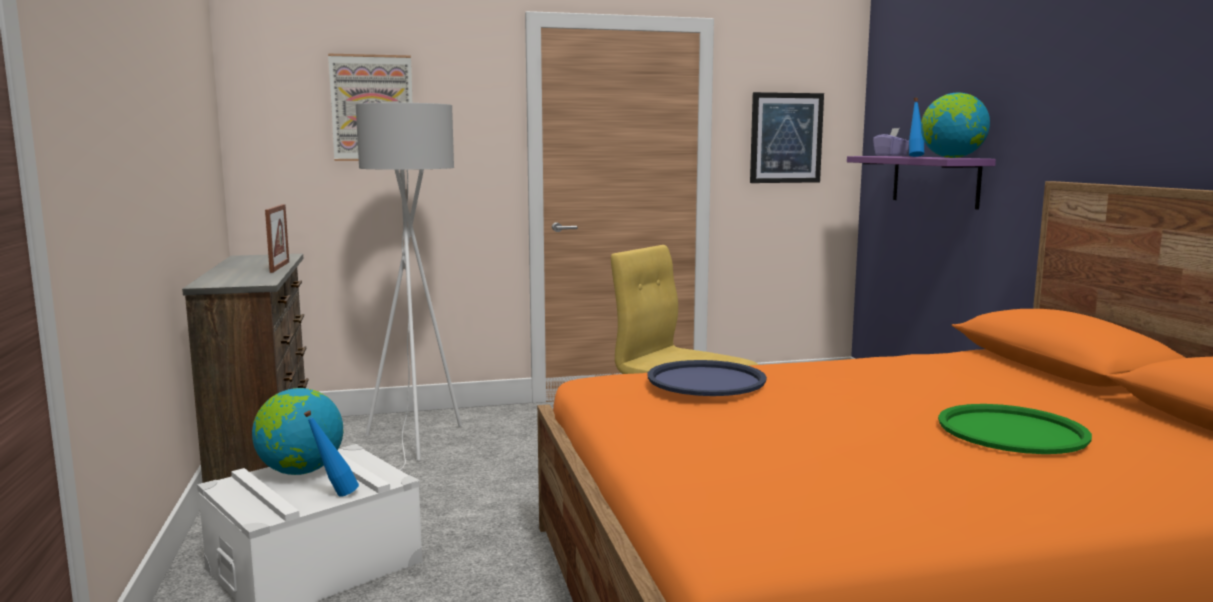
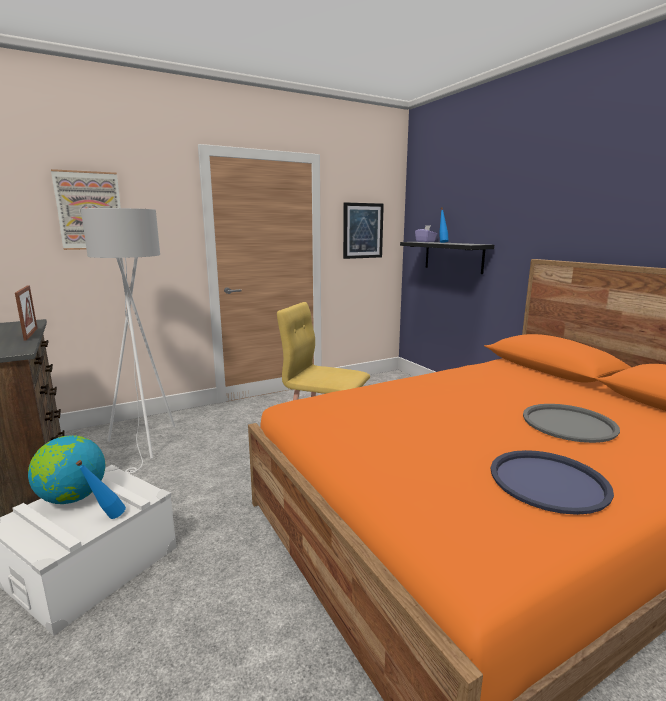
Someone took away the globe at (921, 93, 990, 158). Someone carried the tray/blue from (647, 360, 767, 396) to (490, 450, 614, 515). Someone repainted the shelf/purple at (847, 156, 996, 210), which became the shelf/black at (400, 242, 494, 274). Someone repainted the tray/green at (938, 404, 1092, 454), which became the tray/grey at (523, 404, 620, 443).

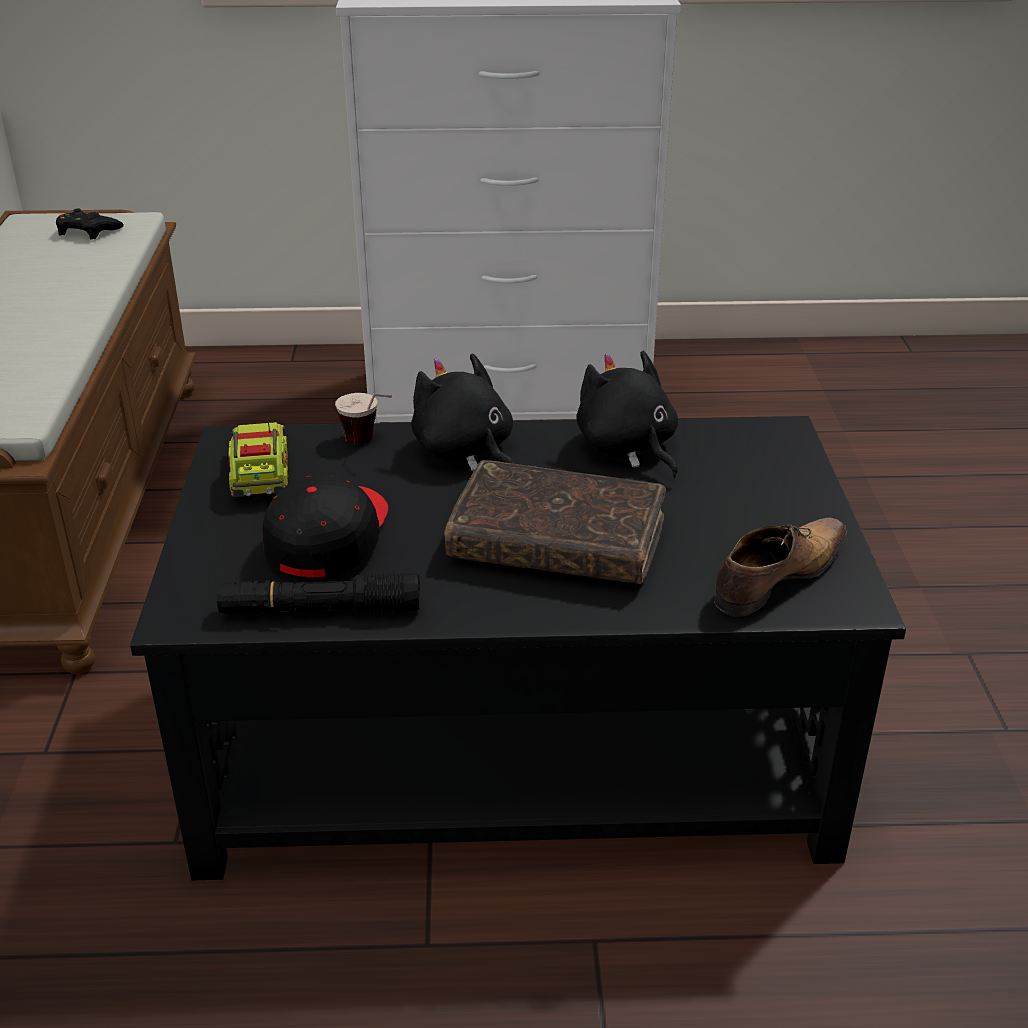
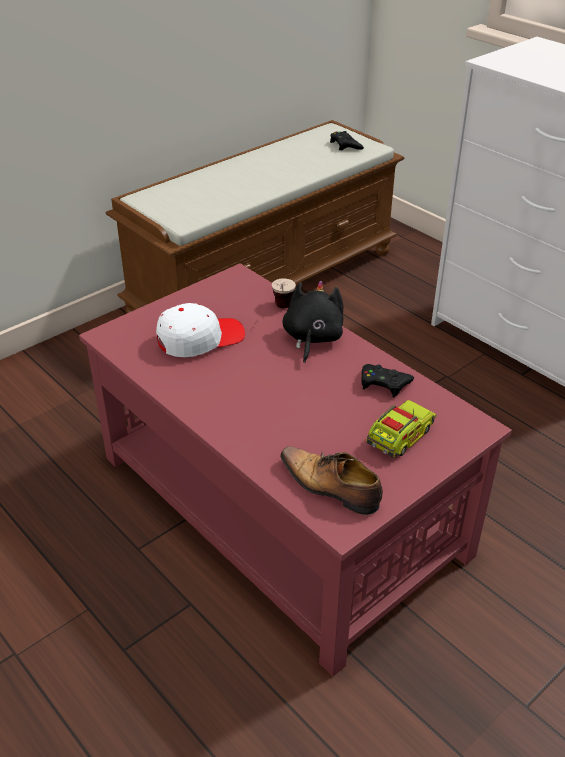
Someone took away the flashlight/black at (217, 572, 420, 617). Someone took away the book/brown at (444, 460, 666, 584). Someone carried the toy truck from (228, 419, 288, 497) to (366, 400, 436, 458). Someone swapped the plush toy/black at (576, 351, 678, 479) for the game controller/black at (362, 364, 414, 397). Someone repainted the coffee table/black at (130, 416, 906, 880), which became the coffee table/red at (79, 263, 512, 677). Someone repainted the cap/black at (262, 475, 388, 577), which became the cap/white at (156, 303, 245, 357). Someone rotated the shoe at (714, 518, 847, 617) by 150 degrees counterclockwise.

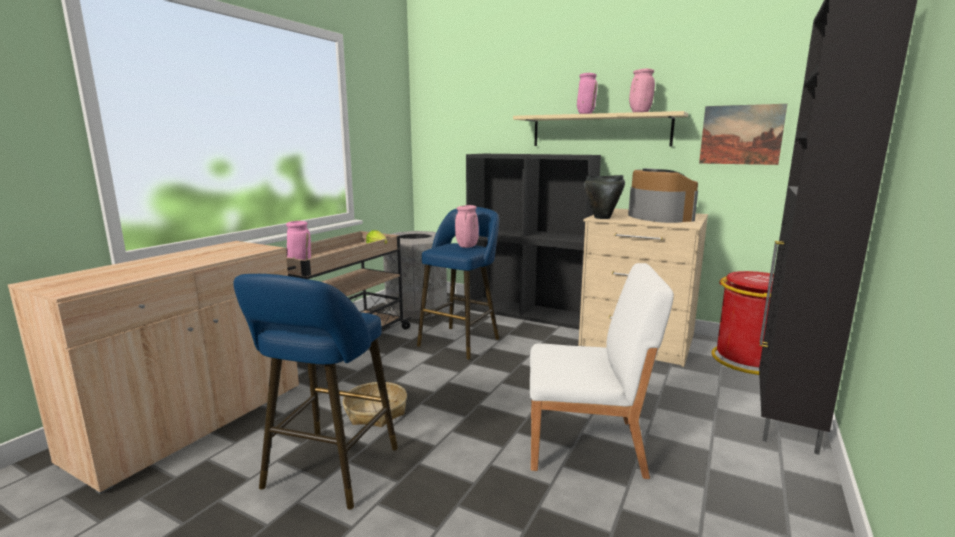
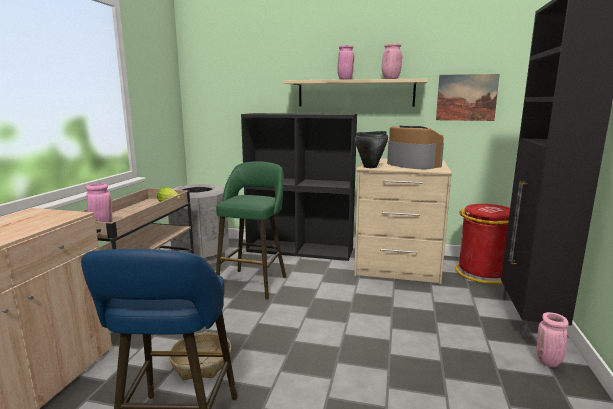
Someone took away the chair/white at (530, 263, 674, 479). Someone carried the vase/pink from (455, 205, 479, 248) to (537, 312, 569, 368). Someone repainted the stool/blue at (417, 207, 499, 360), which became the stool/green at (216, 161, 286, 299).

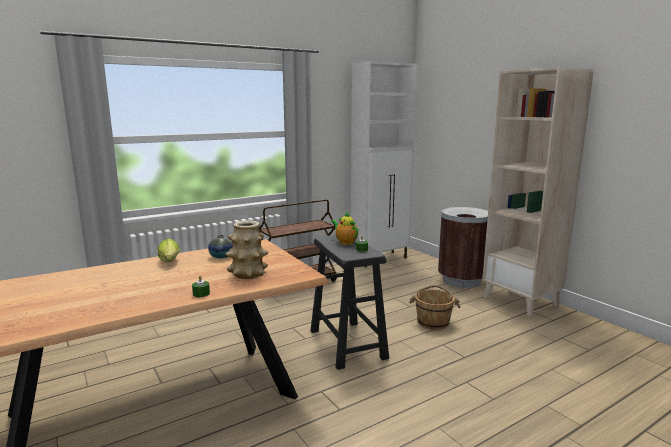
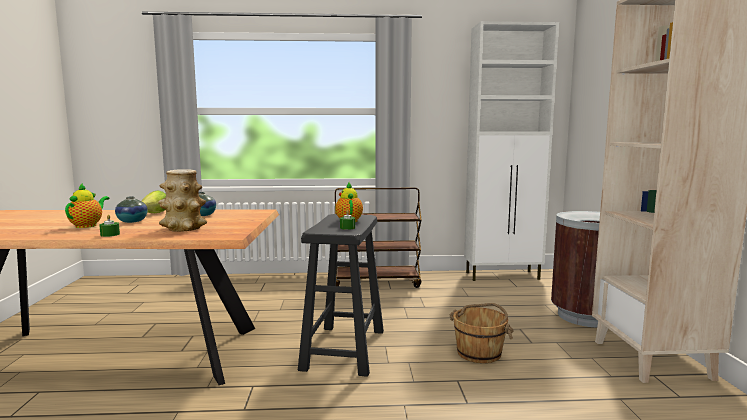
Someone put down the teapot at (65, 183, 109, 228). Someone put down the vase at (115, 196, 148, 223).

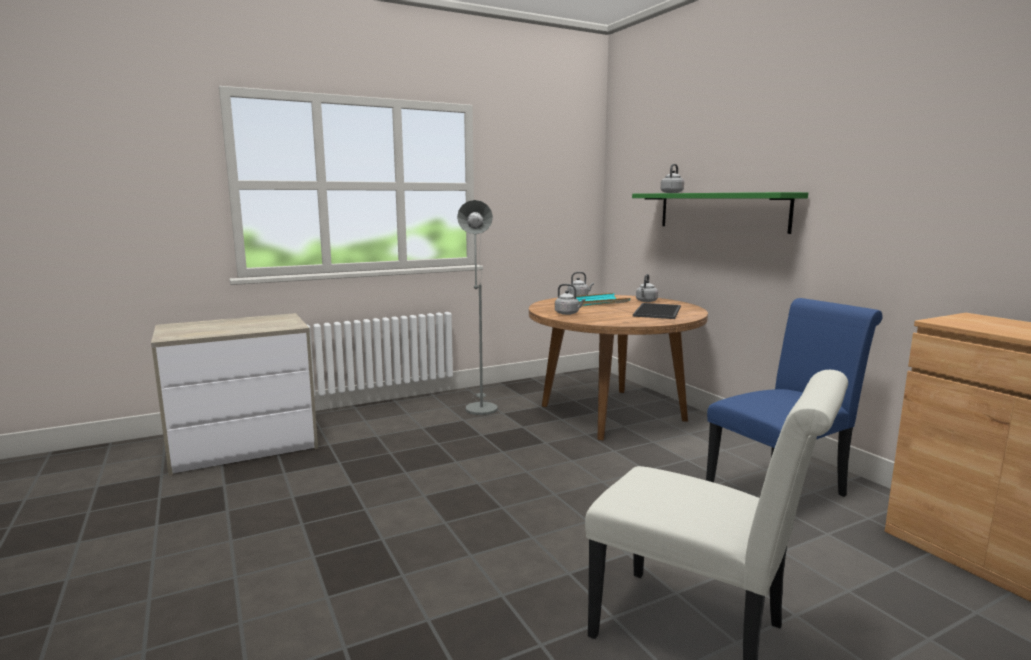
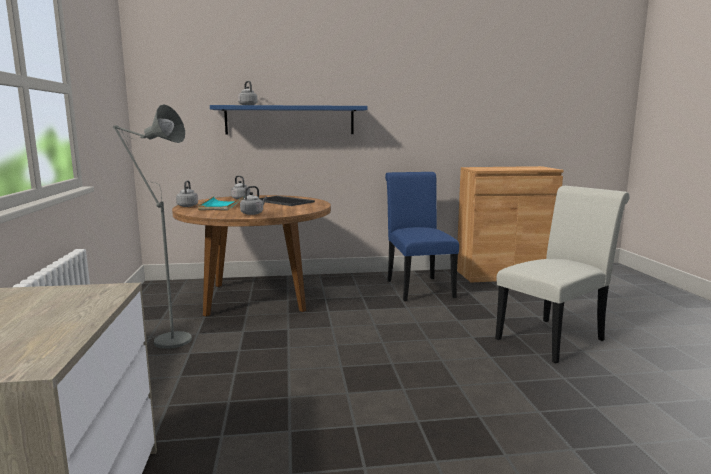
Someone repainted the shelf/green at (632, 192, 808, 234), which became the shelf/blue at (210, 105, 367, 134).

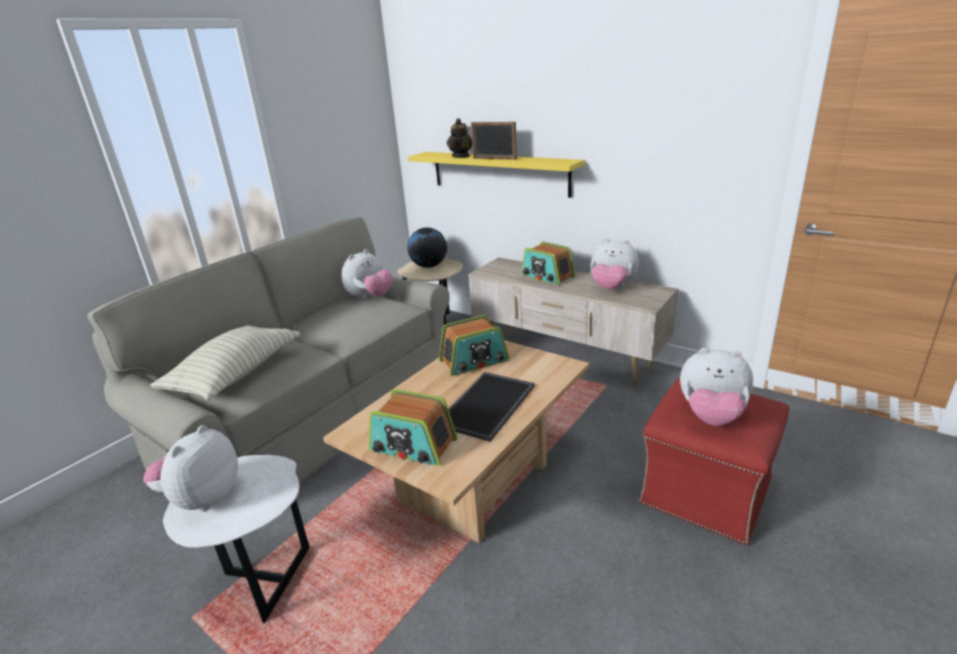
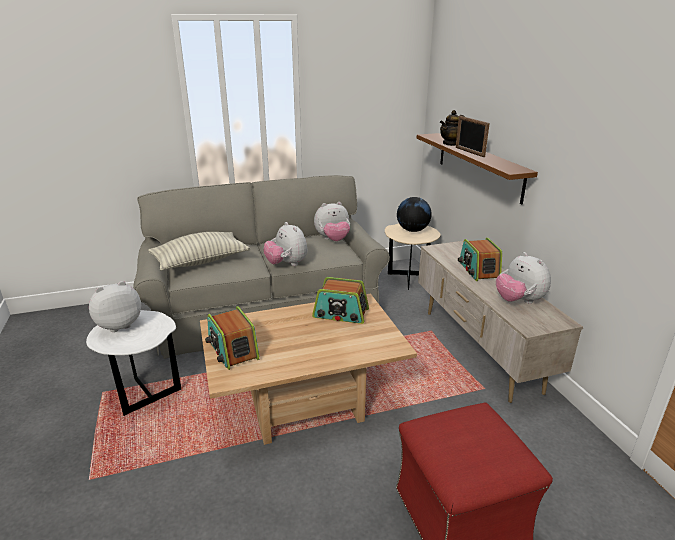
Someone took away the tray at (448, 372, 535, 442). Someone carried the plush toy from (680, 348, 753, 426) to (264, 222, 308, 266). Someone repainted the shelf/yellow at (408, 152, 585, 198), which became the shelf/brown at (417, 133, 538, 205).

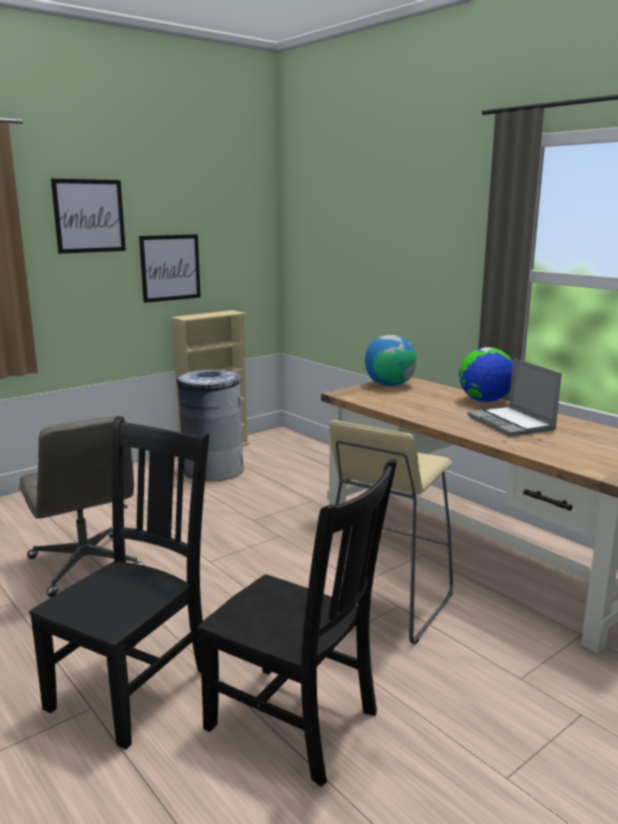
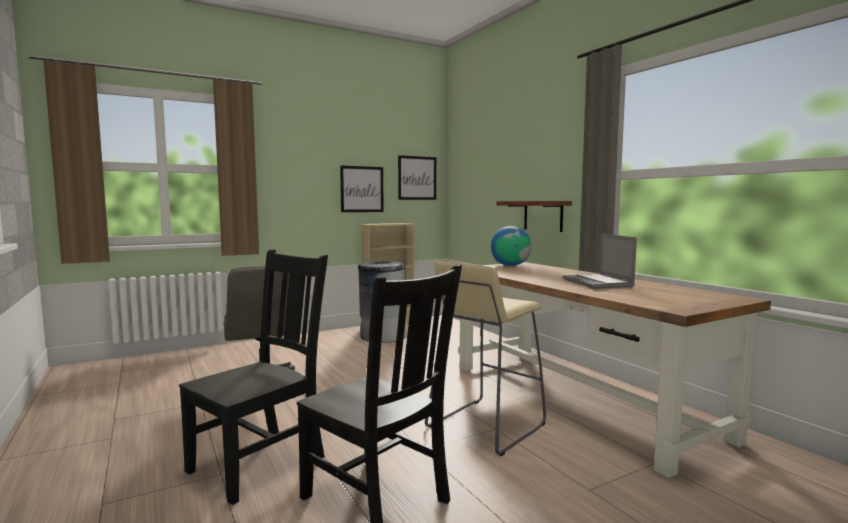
Someone took away the globe at (459, 347, 513, 402). Someone put up the shelf at (497, 201, 572, 232). Someone carried the picture from (51, 179, 126, 254) to (398, 155, 436, 200).

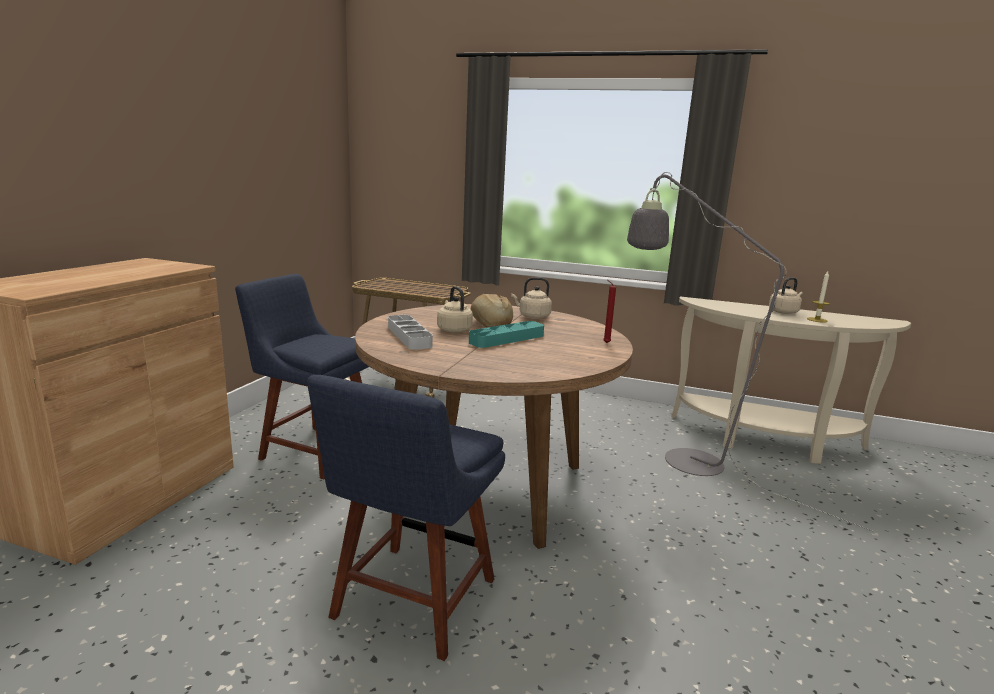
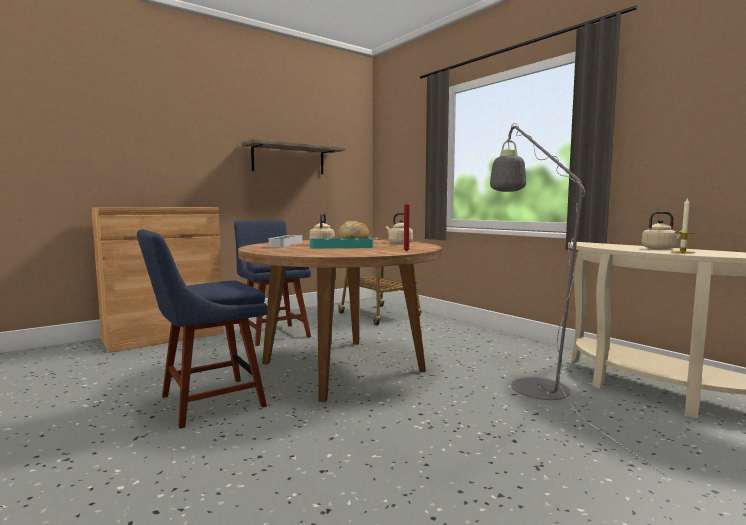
Someone put up the shelf at (241, 139, 345, 174).

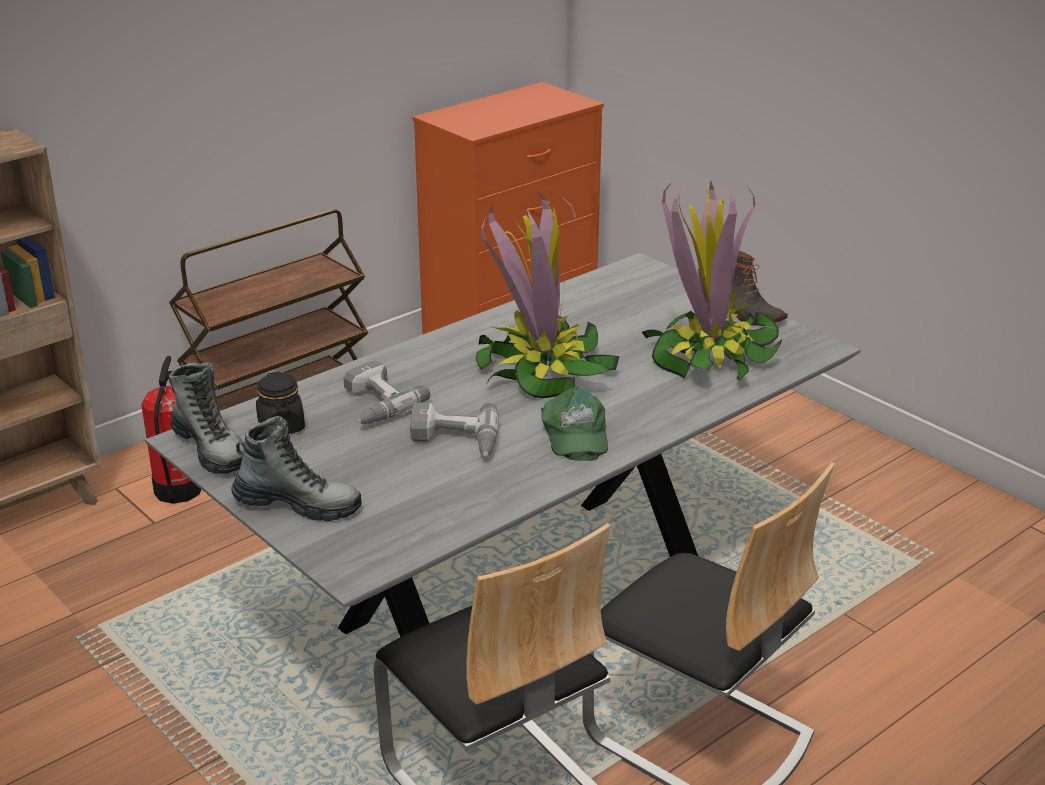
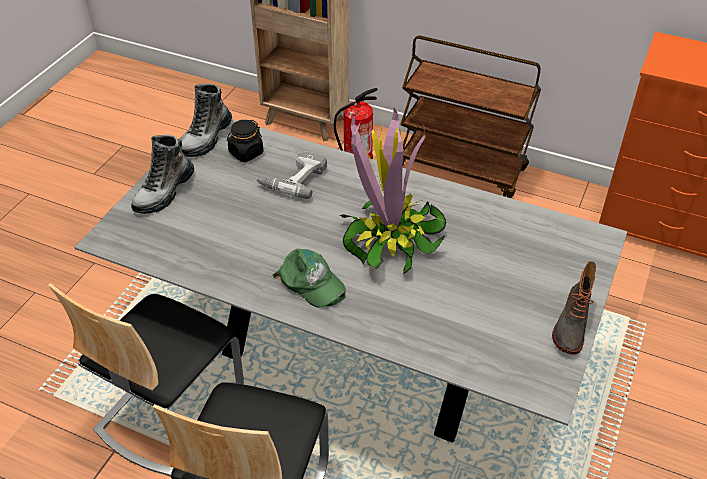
Someone took away the power drill at (410, 402, 499, 456). Someone took away the potted plant at (642, 181, 783, 381). Someone rotated the boot at (231, 416, 362, 521) by 45 degrees clockwise. Someone rotated the cap/green at (541, 387, 608, 461) by 105 degrees counterclockwise.

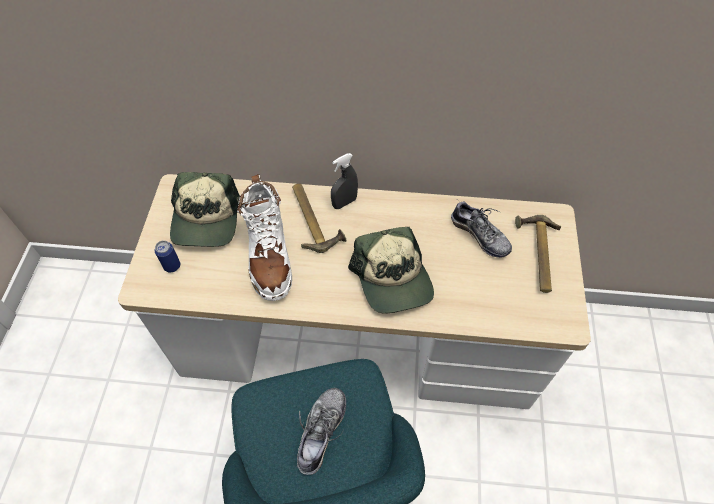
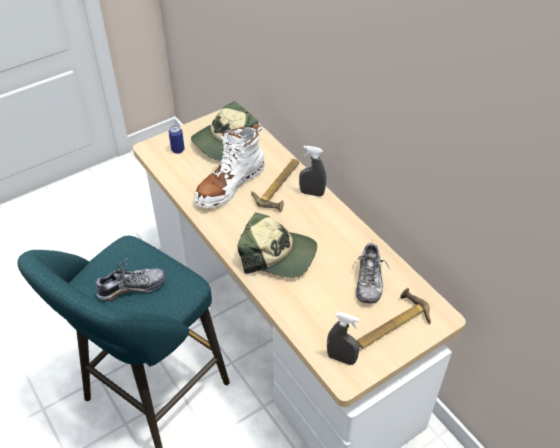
Someone put down the spray bottle/grey at (327, 312, 360, 365). Someone rotated the cap at (348, 227, 434, 314) by 105 degrees counterclockwise.

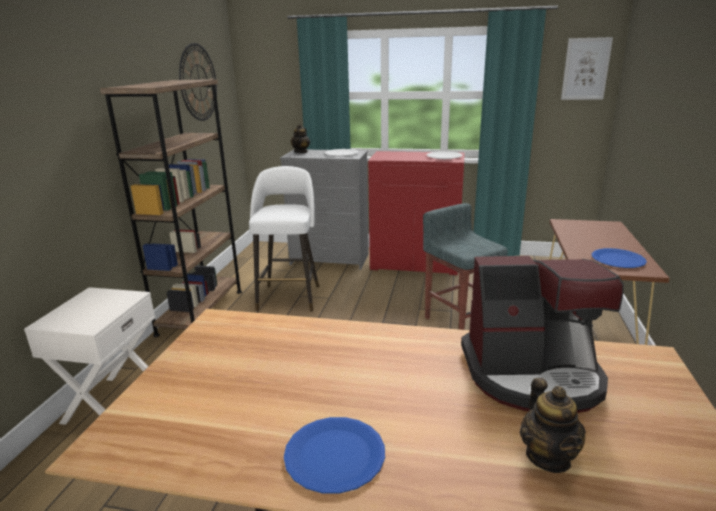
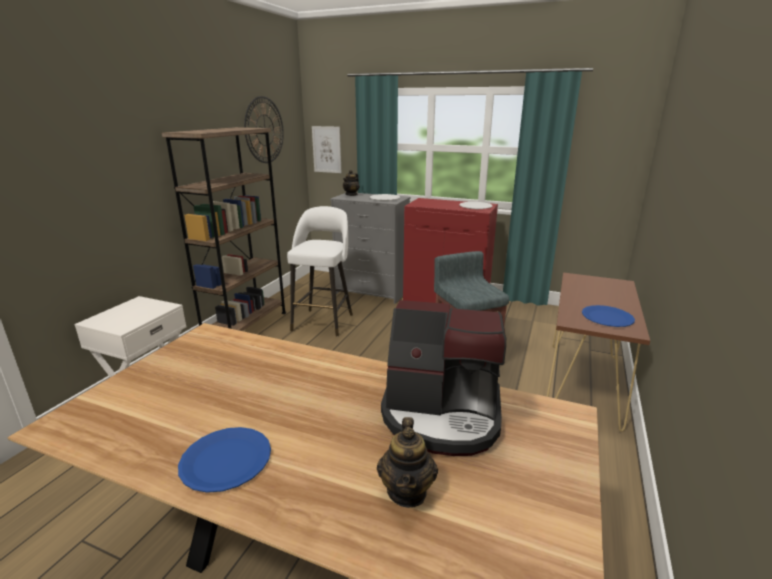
Someone carried the picture from (561, 37, 613, 100) to (312, 126, 341, 173).

